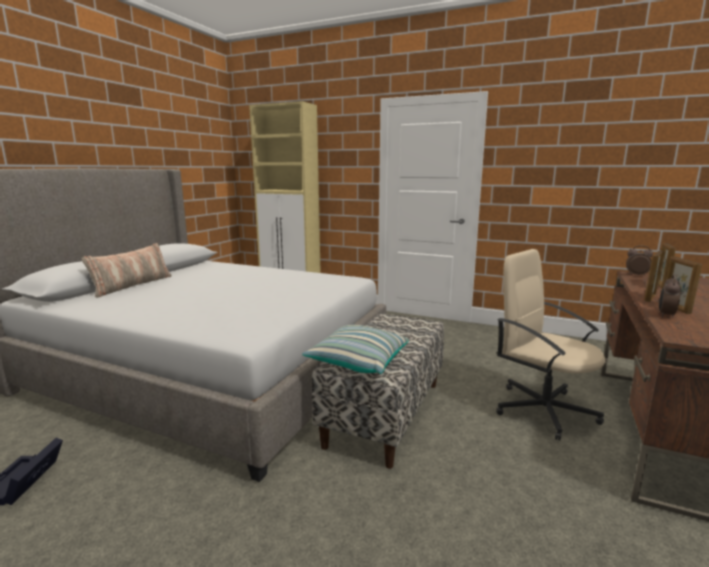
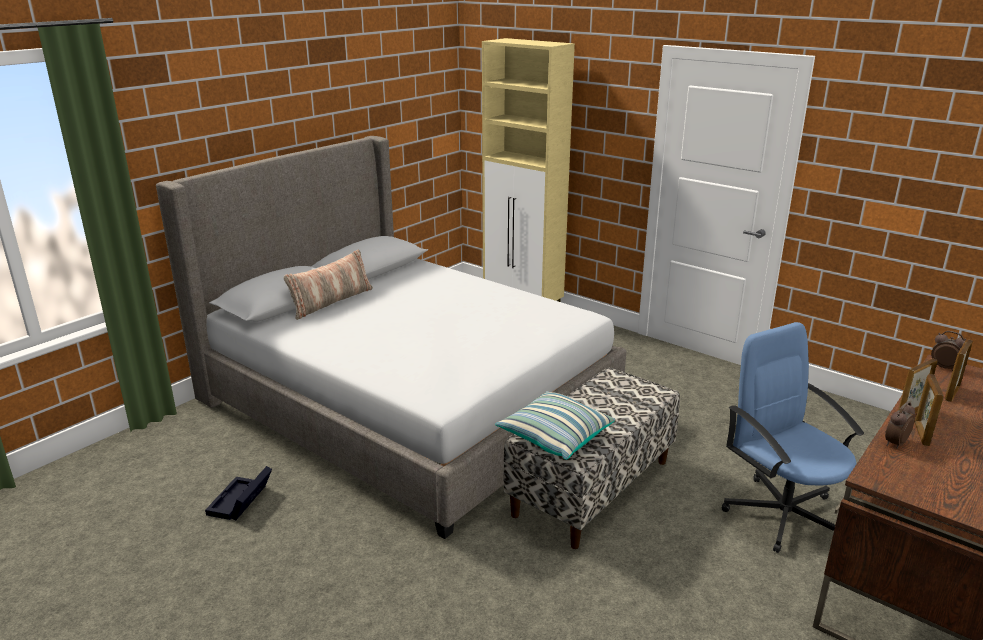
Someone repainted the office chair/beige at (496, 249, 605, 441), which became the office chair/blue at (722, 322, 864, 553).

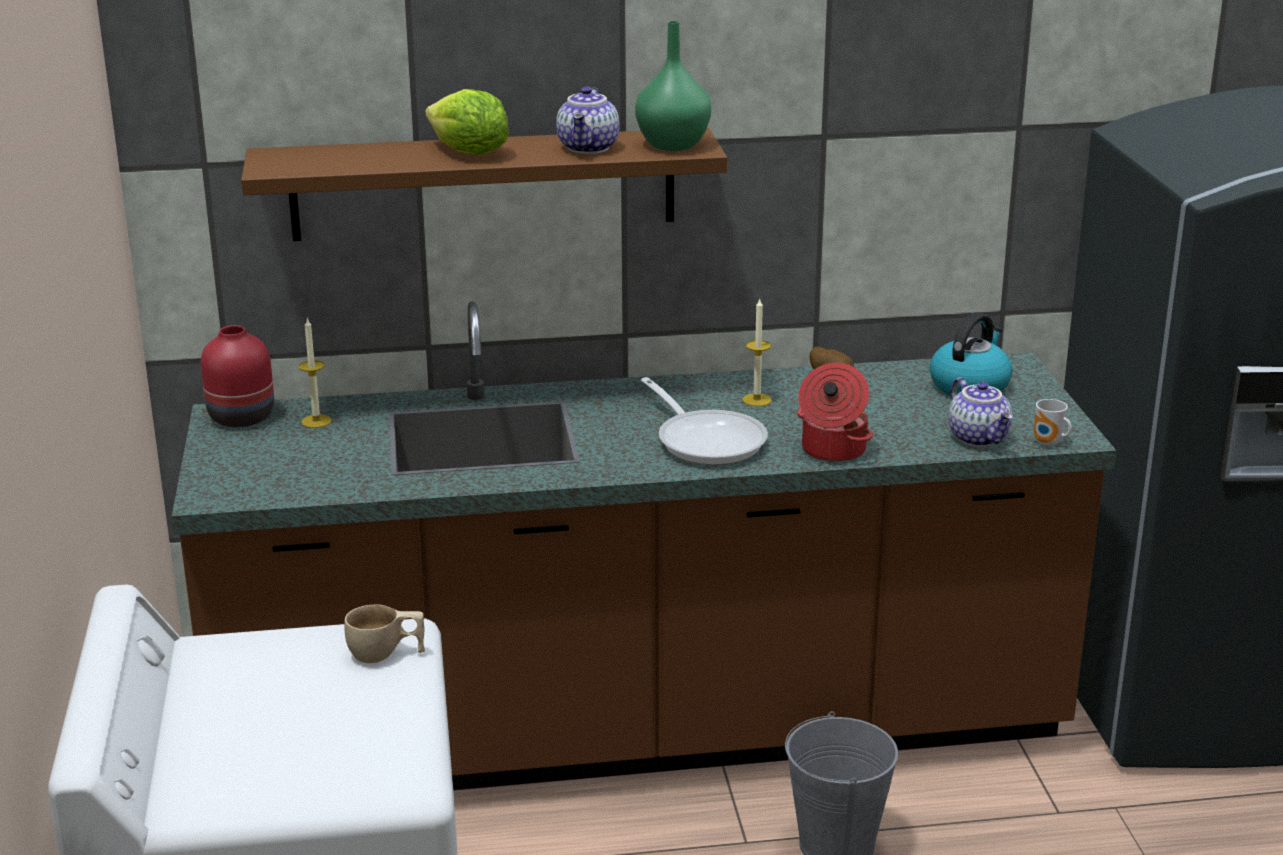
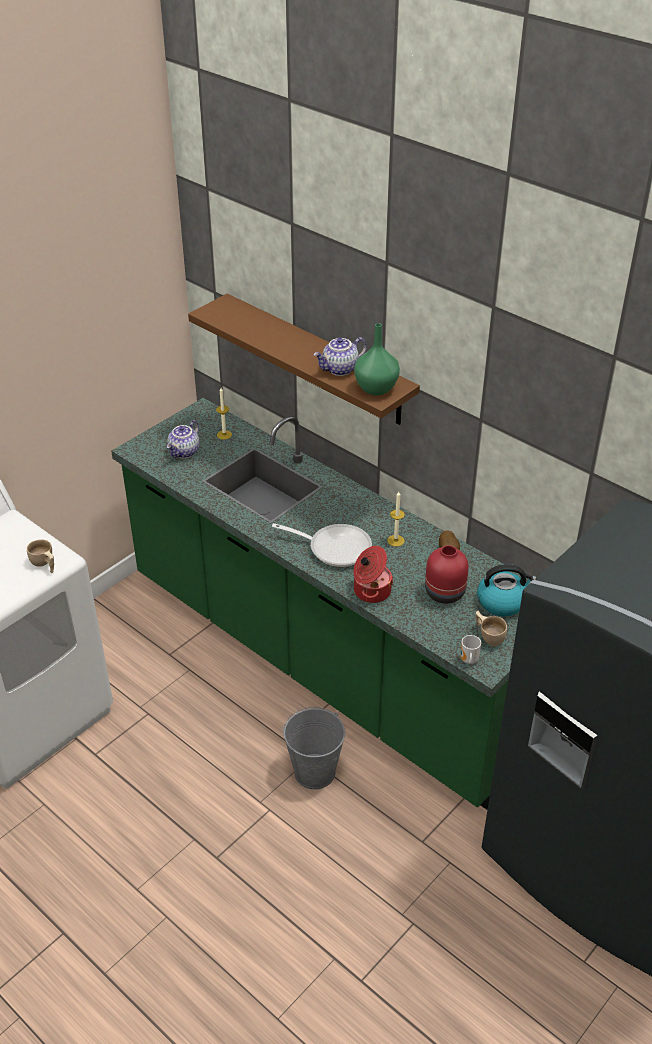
Someone took away the lettuce at (425, 89, 509, 154). Someone put down the cup/beige at (476, 611, 507, 646). Someone carried the vase/red from (201, 325, 274, 427) to (425, 545, 469, 604). Someone carried the teapot from (948, 378, 1013, 447) to (167, 420, 200, 458). Someone repainted the counter/brown at (172, 302, 1117, 790), which became the counter/green at (111, 398, 529, 809). Someone rotated the frying pan at (641, 377, 768, 465) by 90 degrees counterclockwise.

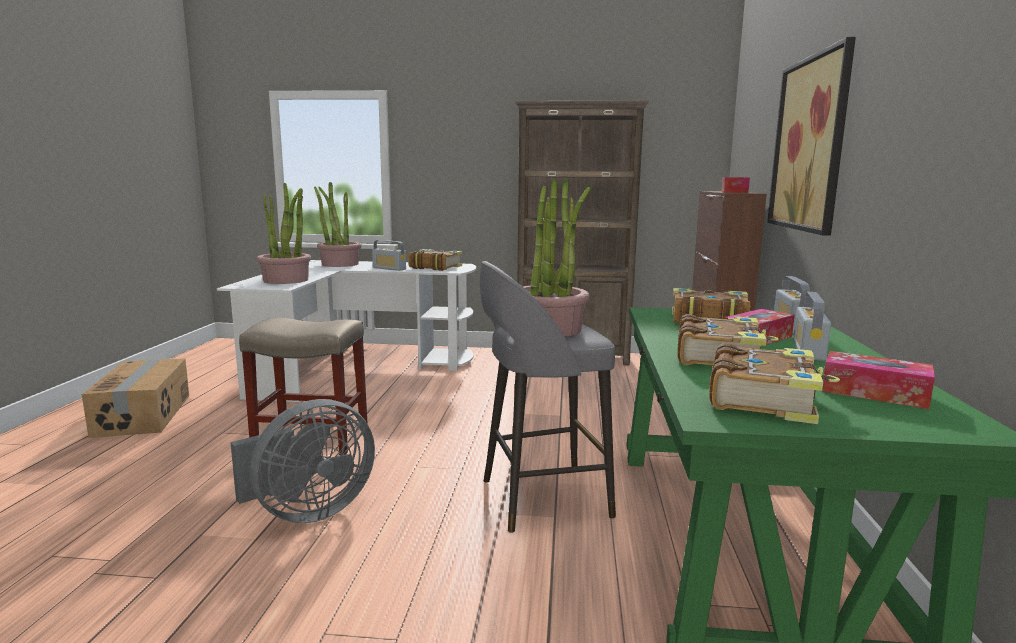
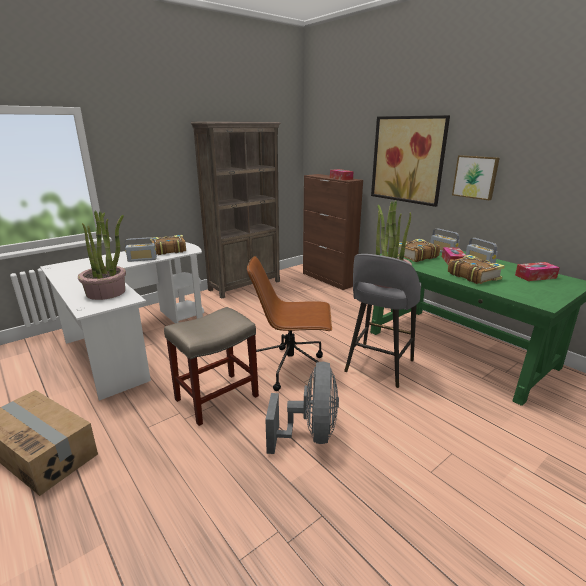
Someone took away the potted plant at (314, 182, 362, 267). Someone took away the book at (709, 343, 840, 424). Someone put down the office chair/brown at (247, 256, 332, 391). Someone put up the picture at (452, 155, 500, 200).

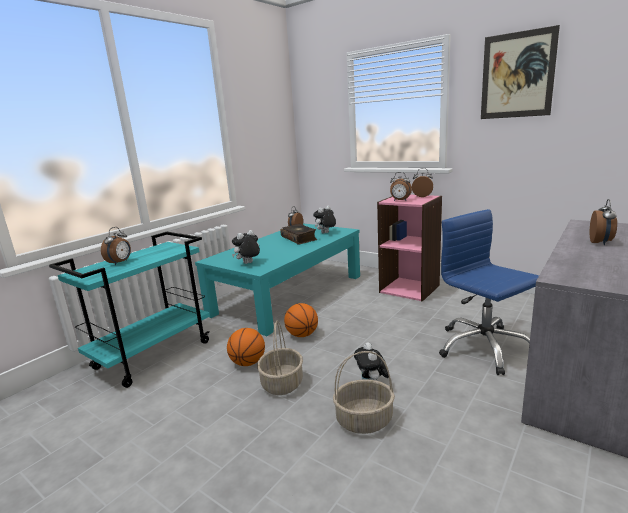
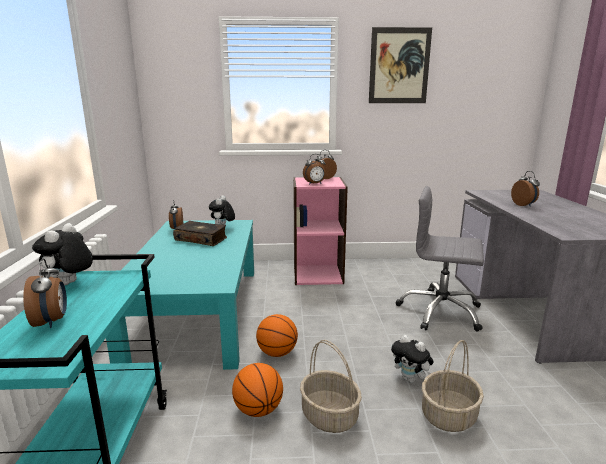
Someone carried the plush toy from (232, 230, 260, 264) to (32, 223, 93, 285). Someone repainted the office chair/blue at (439, 209, 539, 375), which became the office chair/grey at (396, 186, 484, 332).

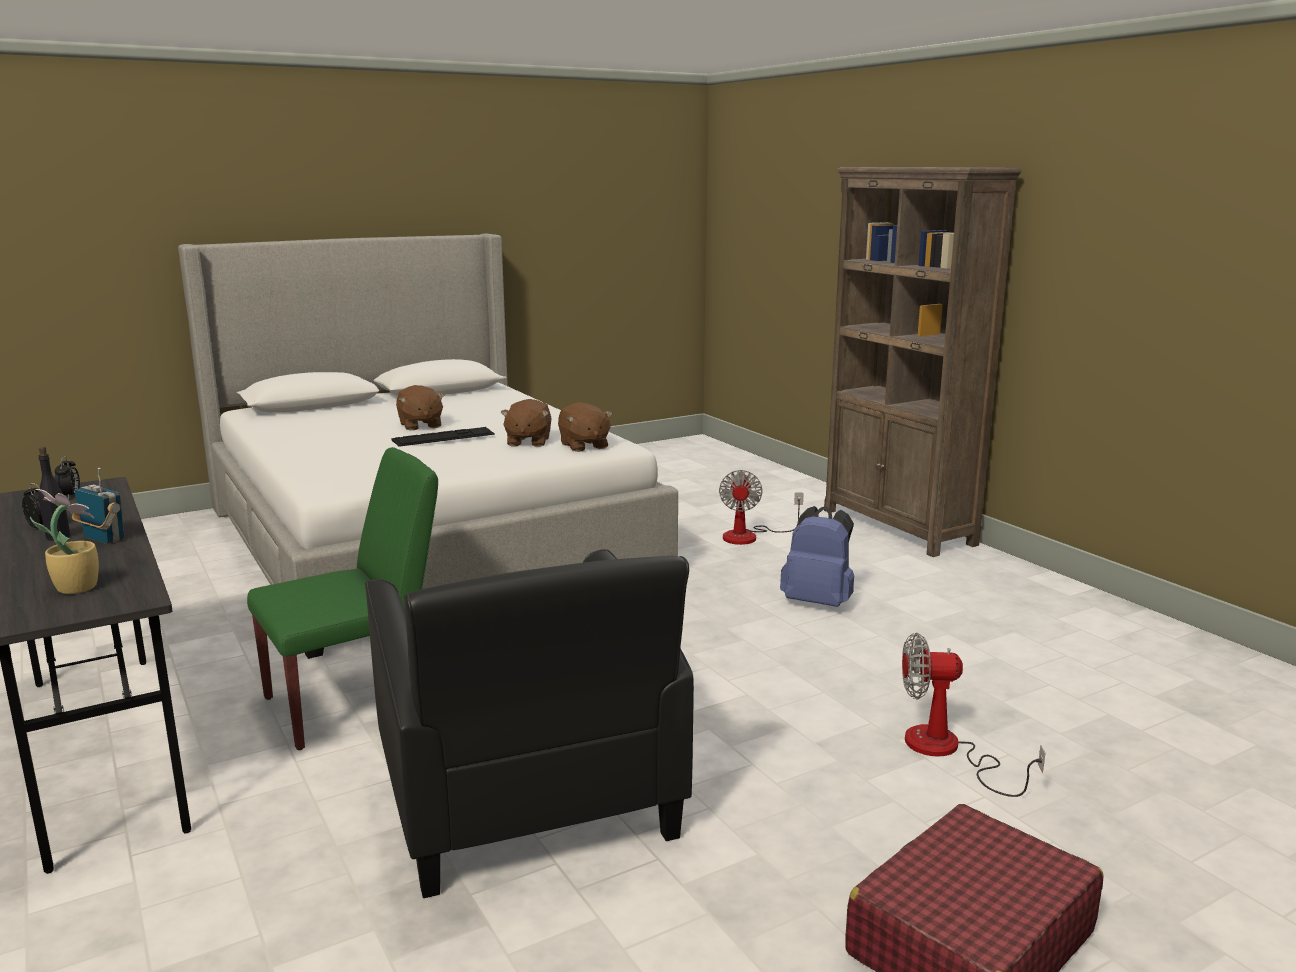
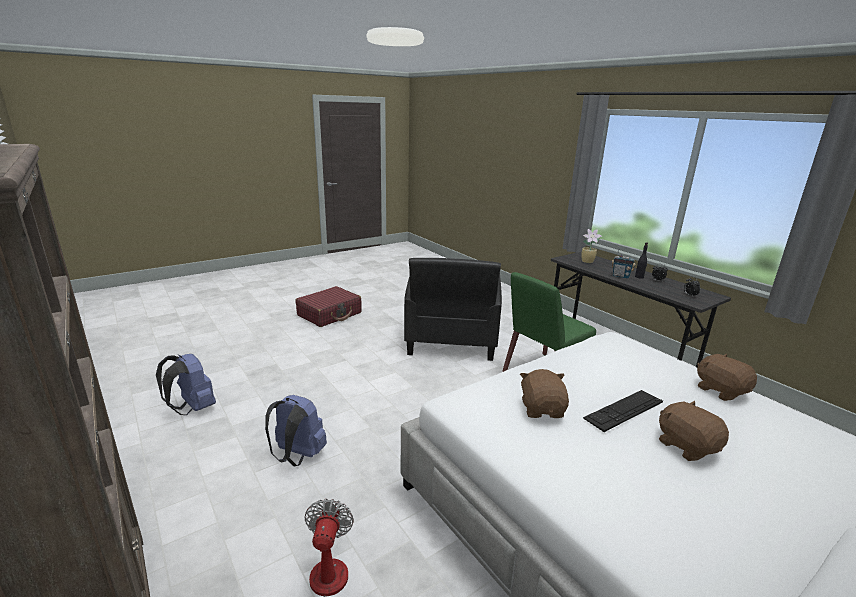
Someone took away the fan at (902, 633, 1045, 797). Someone put down the backpack/blue at (156, 354, 216, 415). Someone carried the plush toy/brown from (558, 402, 613, 452) to (697, 354, 757, 401). Someone rotated the armchair/black at (365, 549, 694, 898) by 150 degrees counterclockwise.

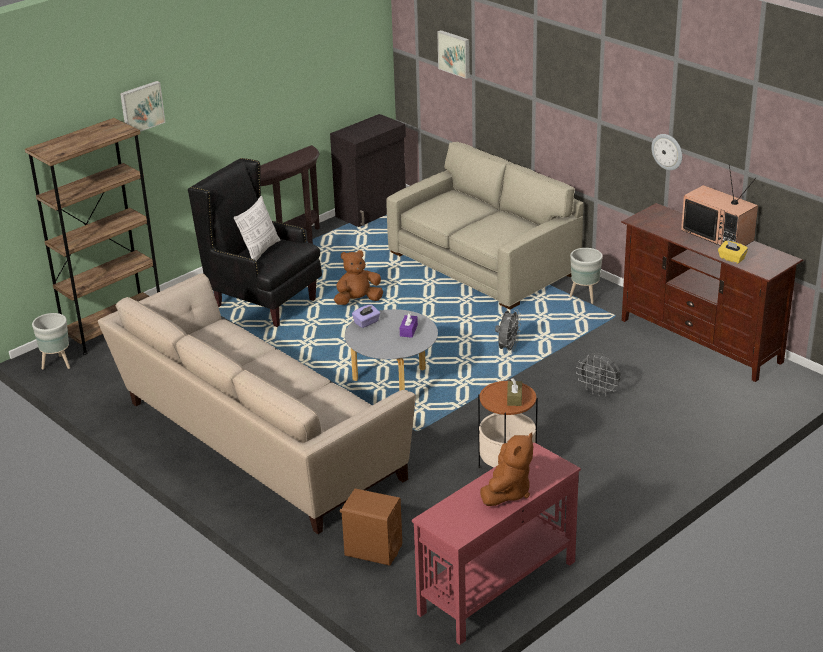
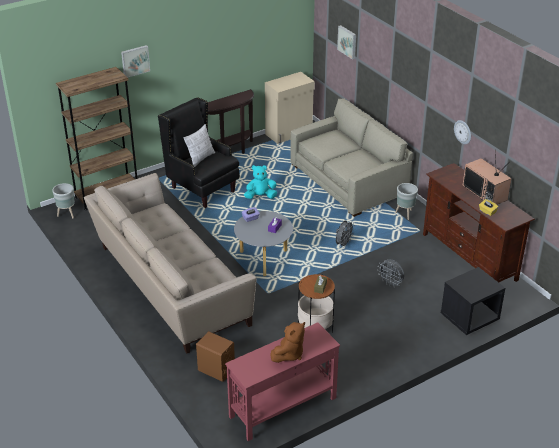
Someone put down the nightstand/black at (441, 267, 505, 335). Someone repainted the cabinet/black at (330, 114, 406, 227), which became the cabinet/beige at (265, 72, 315, 144). Someone repainted the plush toy/brown at (334, 250, 383, 305), which became the plush toy/turquoise at (244, 165, 277, 199).

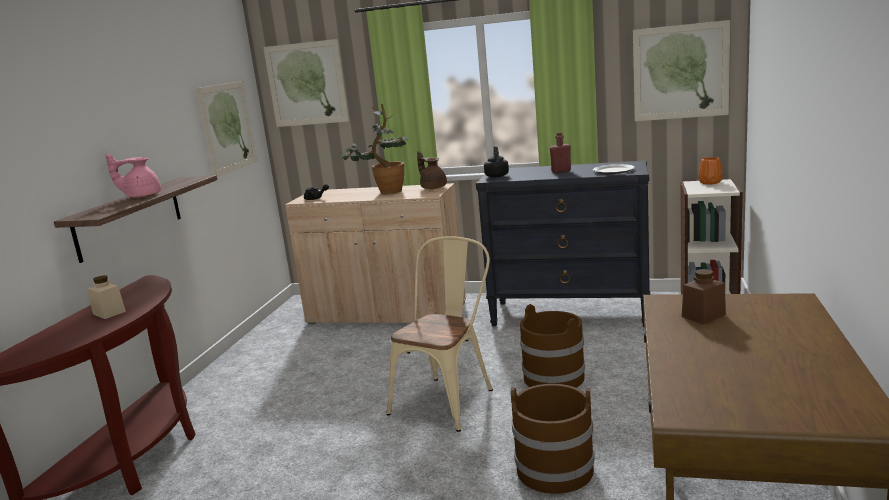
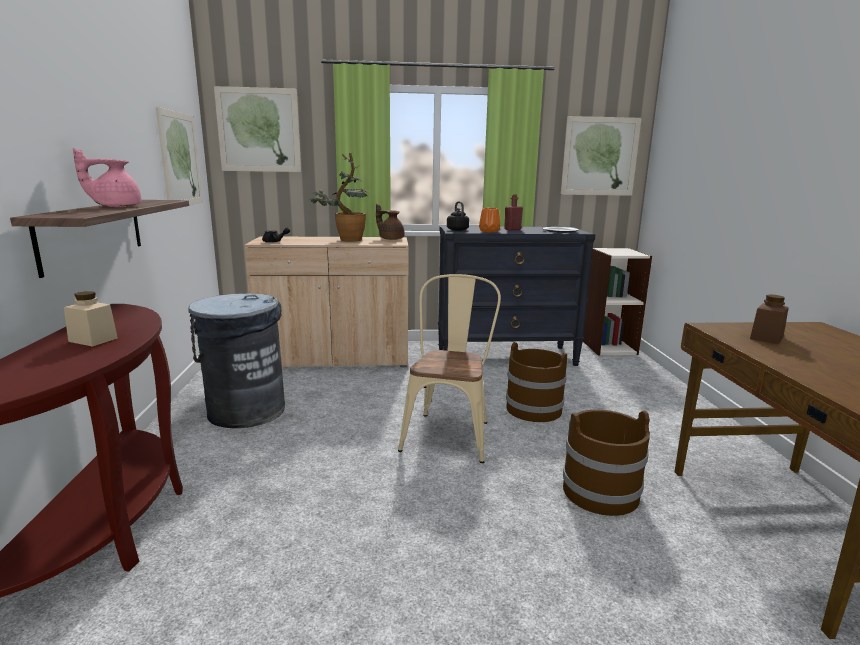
Someone put down the trash can/grey at (188, 293, 285, 428). Someone carried the vase/orange from (698, 157, 723, 185) to (479, 208, 500, 232).

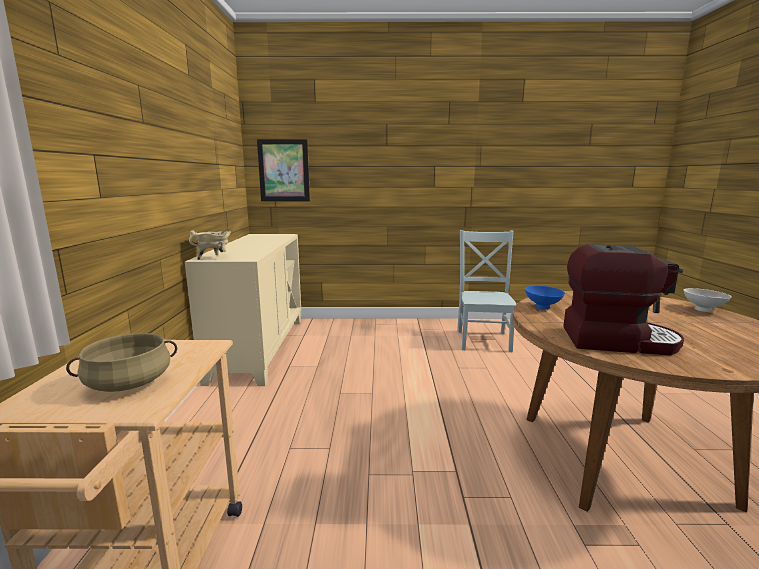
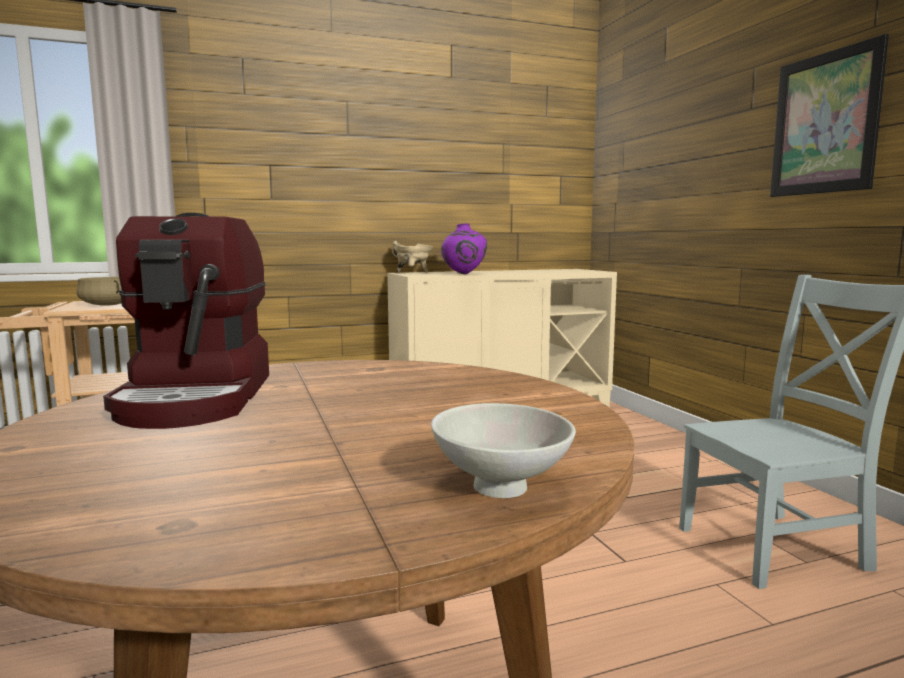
Someone took away the bowl/blue at (525, 285, 565, 310). Someone put down the vase/purple at (441, 224, 487, 274). Someone carried the picture from (257, 139, 310, 201) to (770, 34, 889, 197).

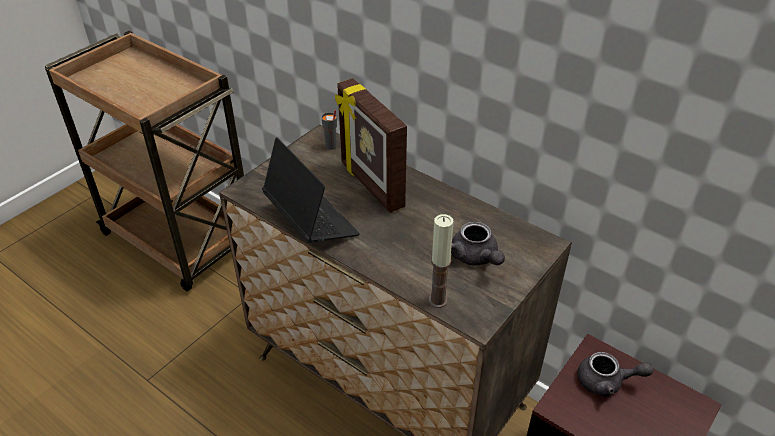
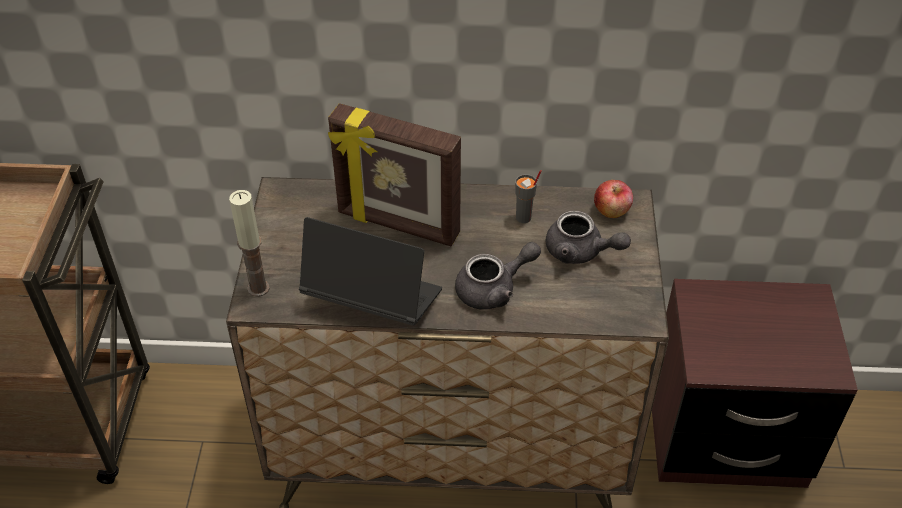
Someone put down the apple at (594, 180, 633, 218). Someone carried the cup/grey from (321, 110, 337, 150) to (515, 170, 542, 223). Someone carried the candle from (429, 214, 454, 308) to (229, 190, 270, 297). Someone carried the teapot/grey from (578, 352, 654, 397) to (455, 242, 541, 309).

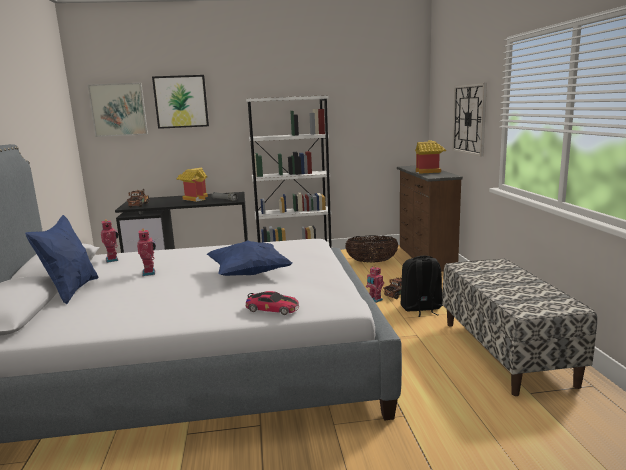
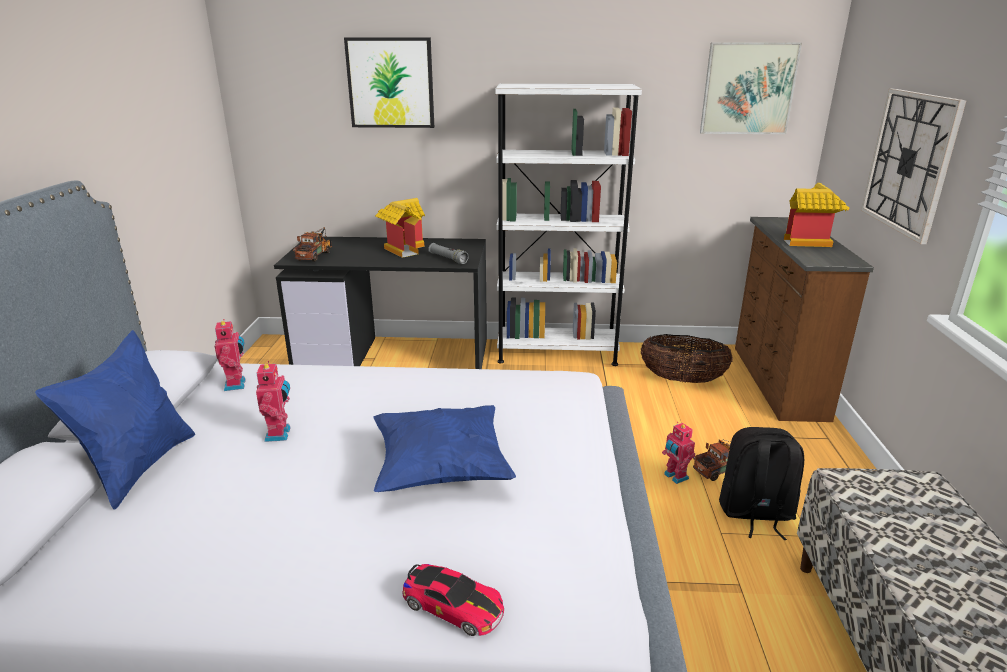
Someone carried the picture from (88, 83, 148, 137) to (700, 42, 802, 134).

